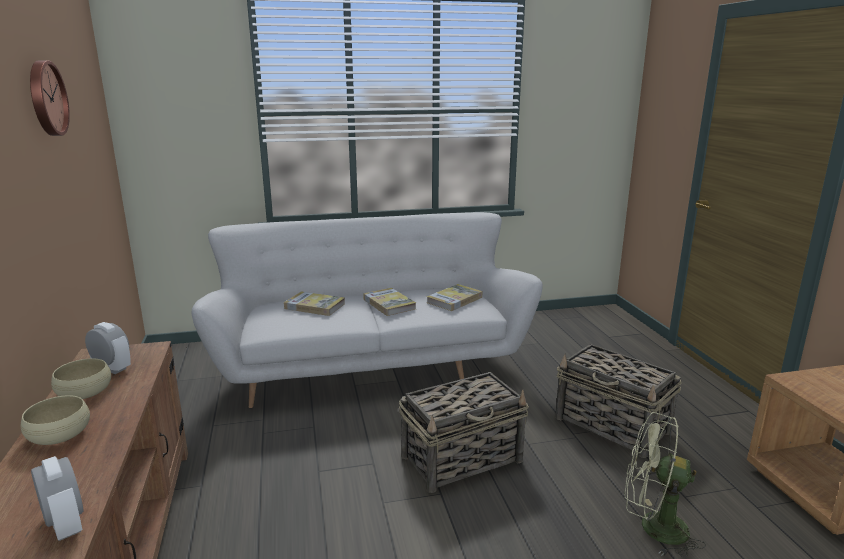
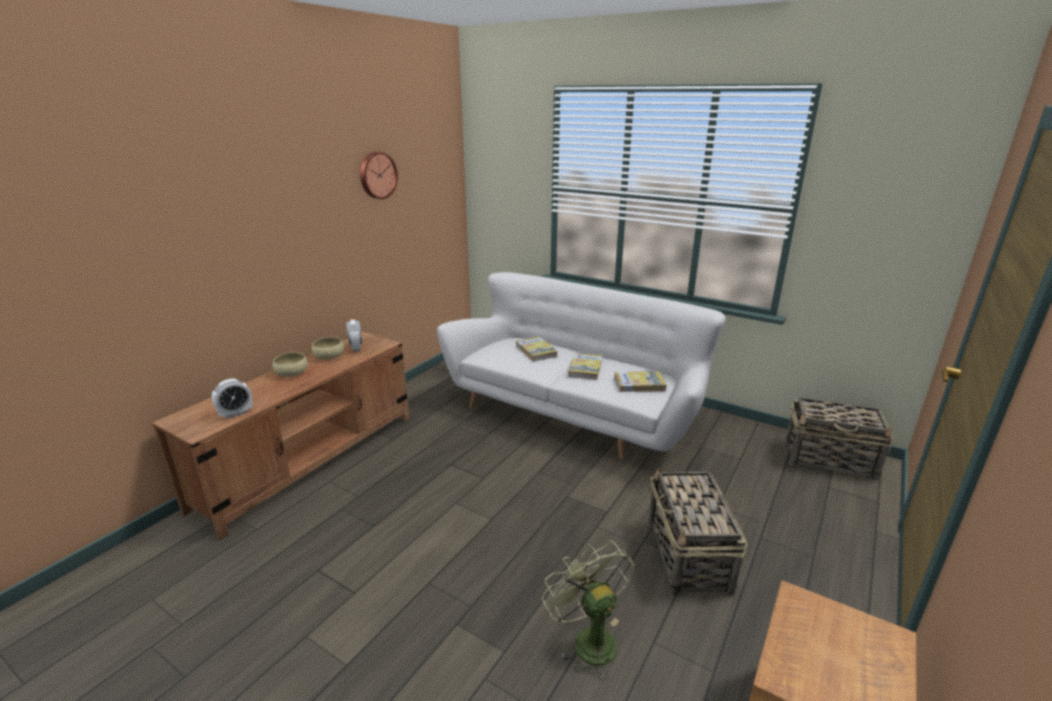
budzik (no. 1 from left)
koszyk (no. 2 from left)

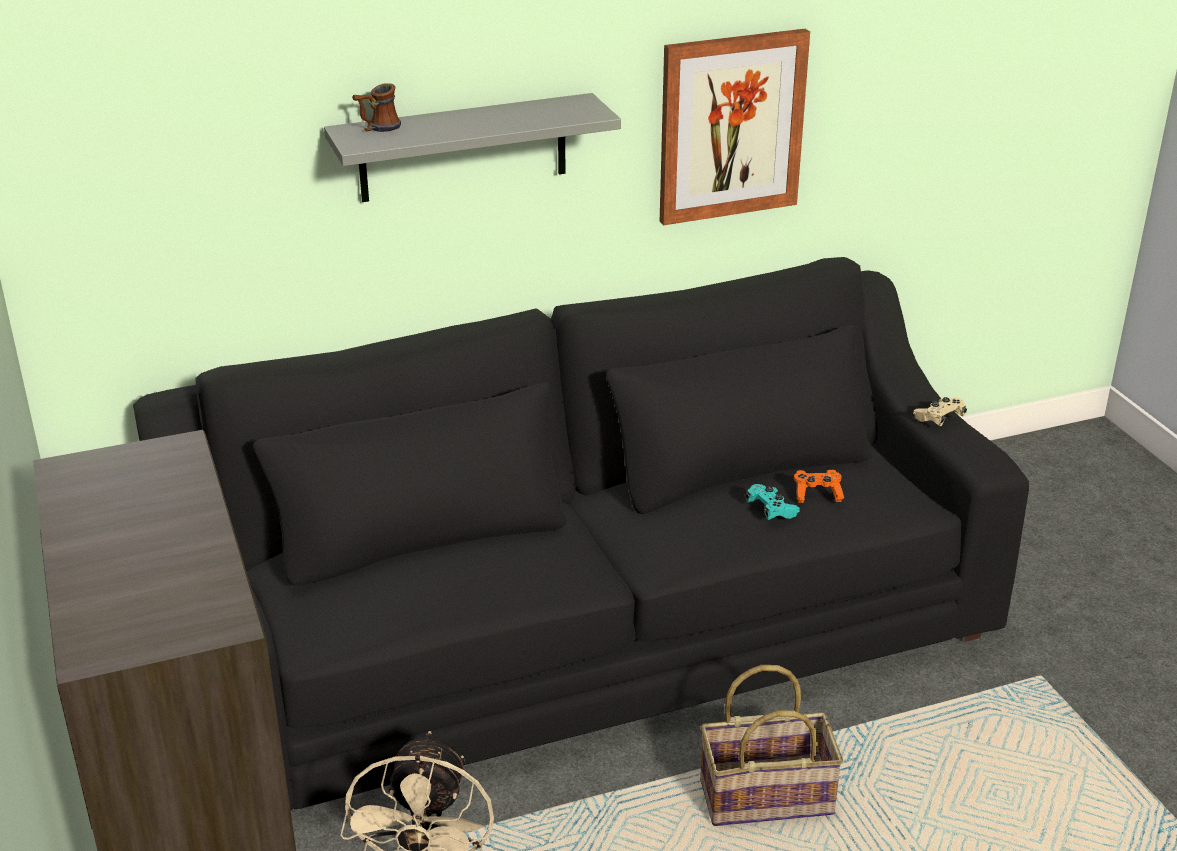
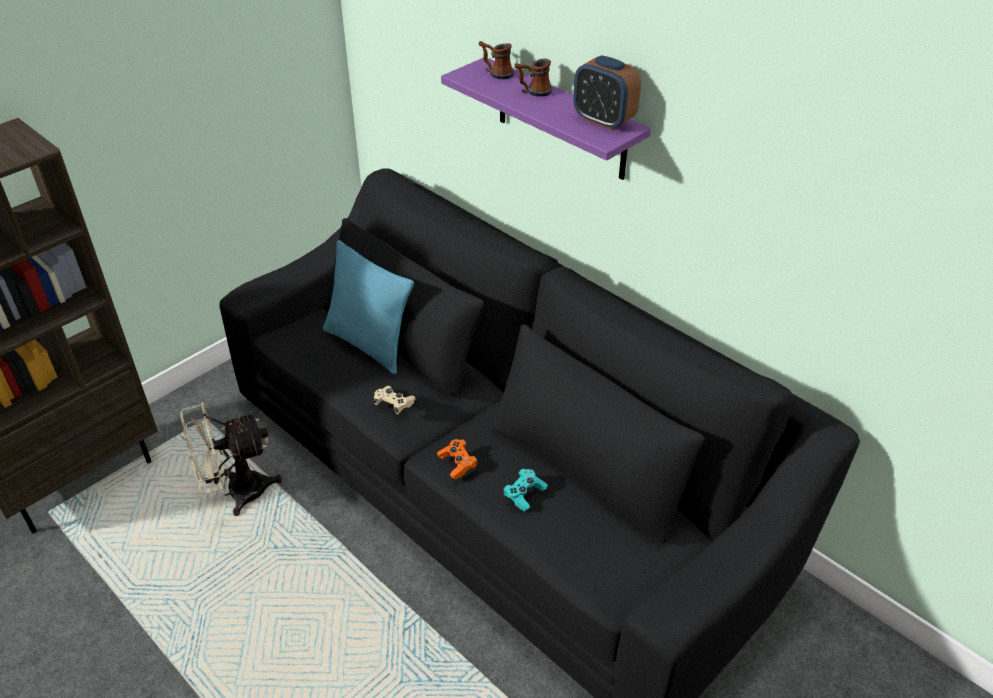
poduszka/turkusowy
pad do gier/beżowy
pad do gier/pomarańczowy
półka/fioletowy
kubek (no. 2 from left)
budzik
obraz
koszyk

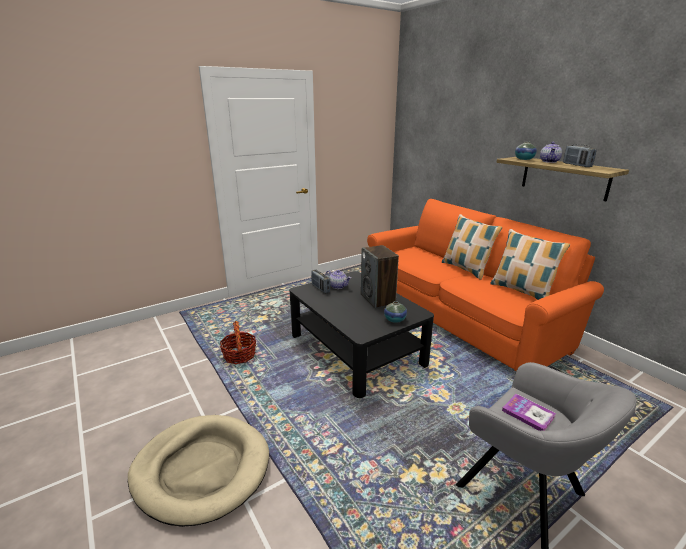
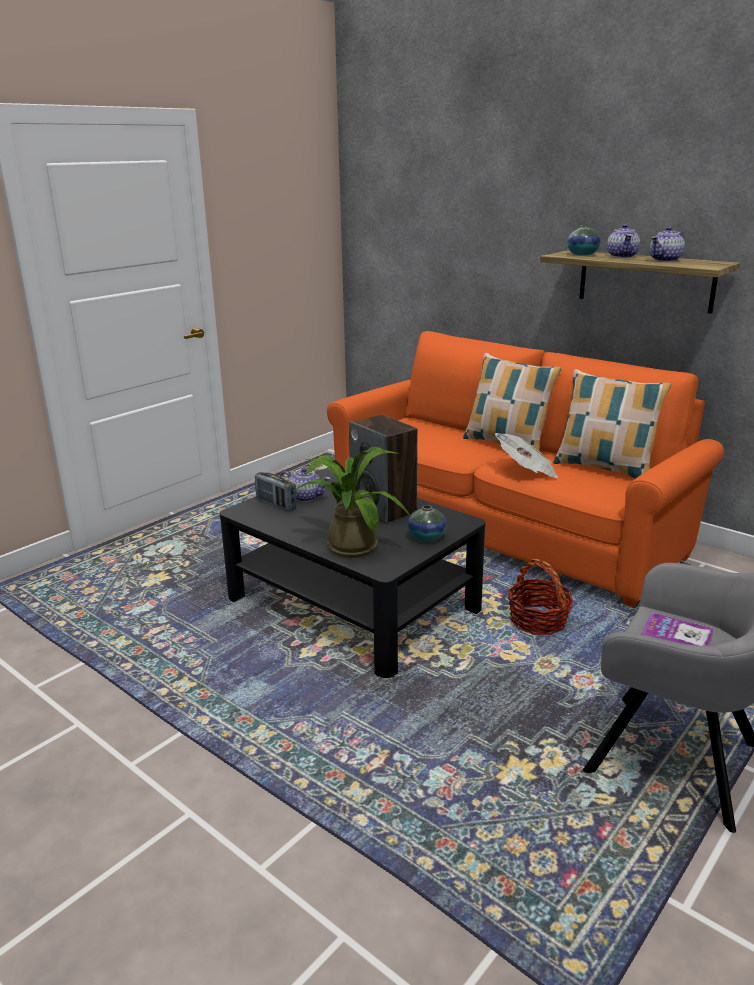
roślina doniczkowa
gazeta
koszyk
imbryk (no. 3 from left)
legowisko/beżowy

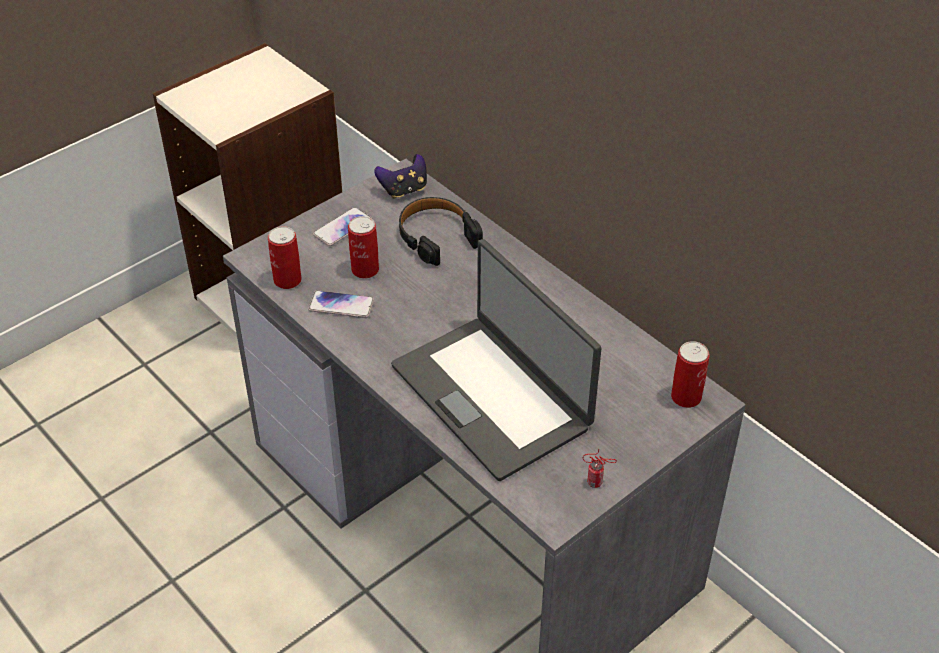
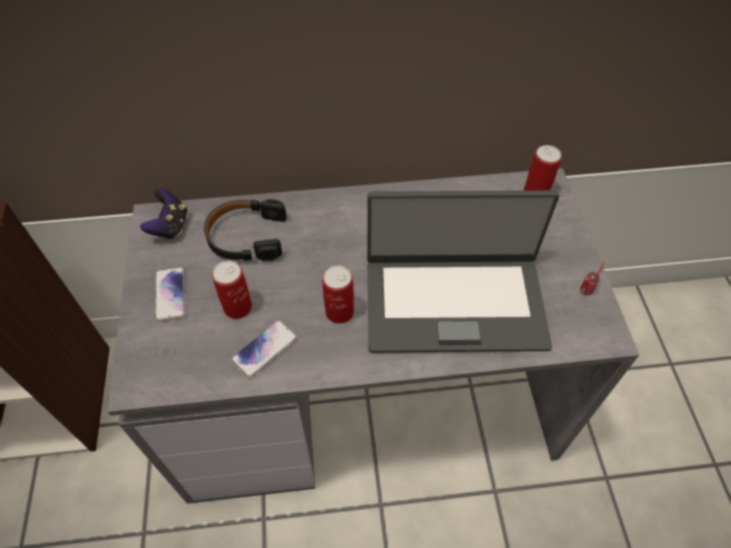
puszka (no. 2 from left)

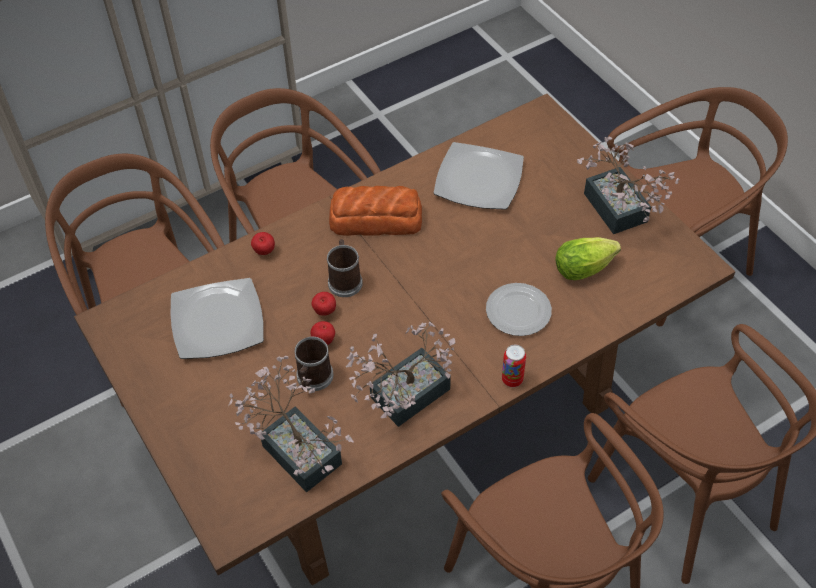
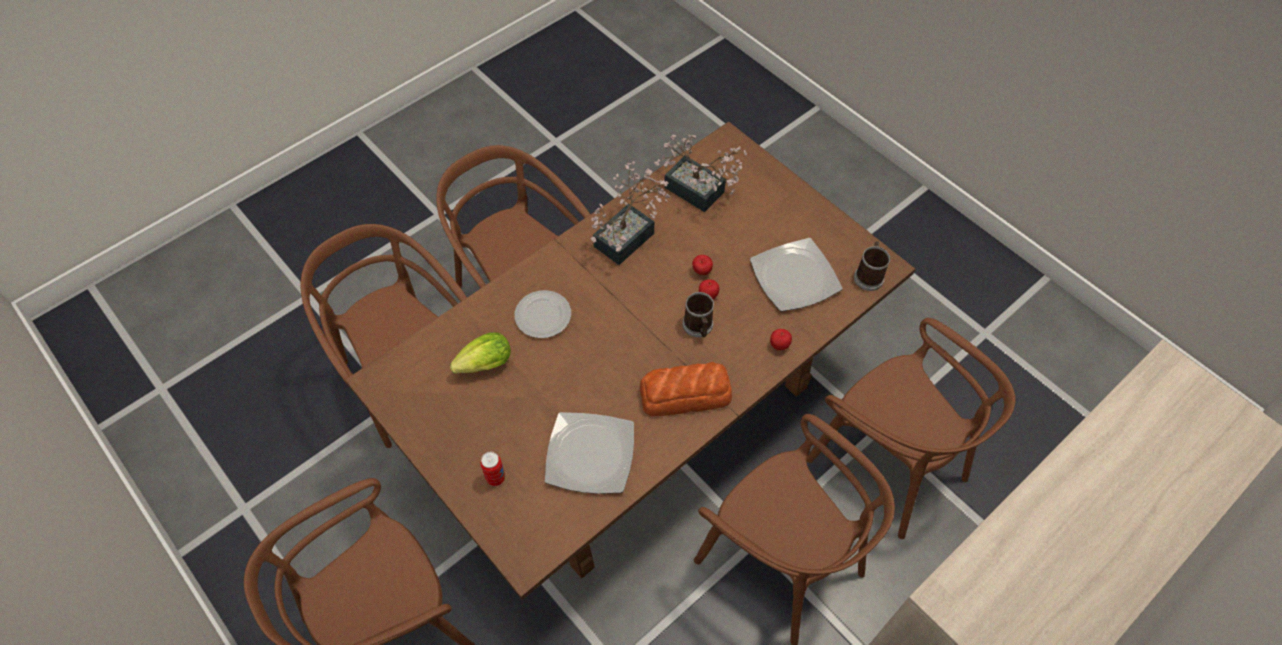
puszka
kubek (no. 2 from left)
roślina doniczkowa (no. 3 from left in the first image)

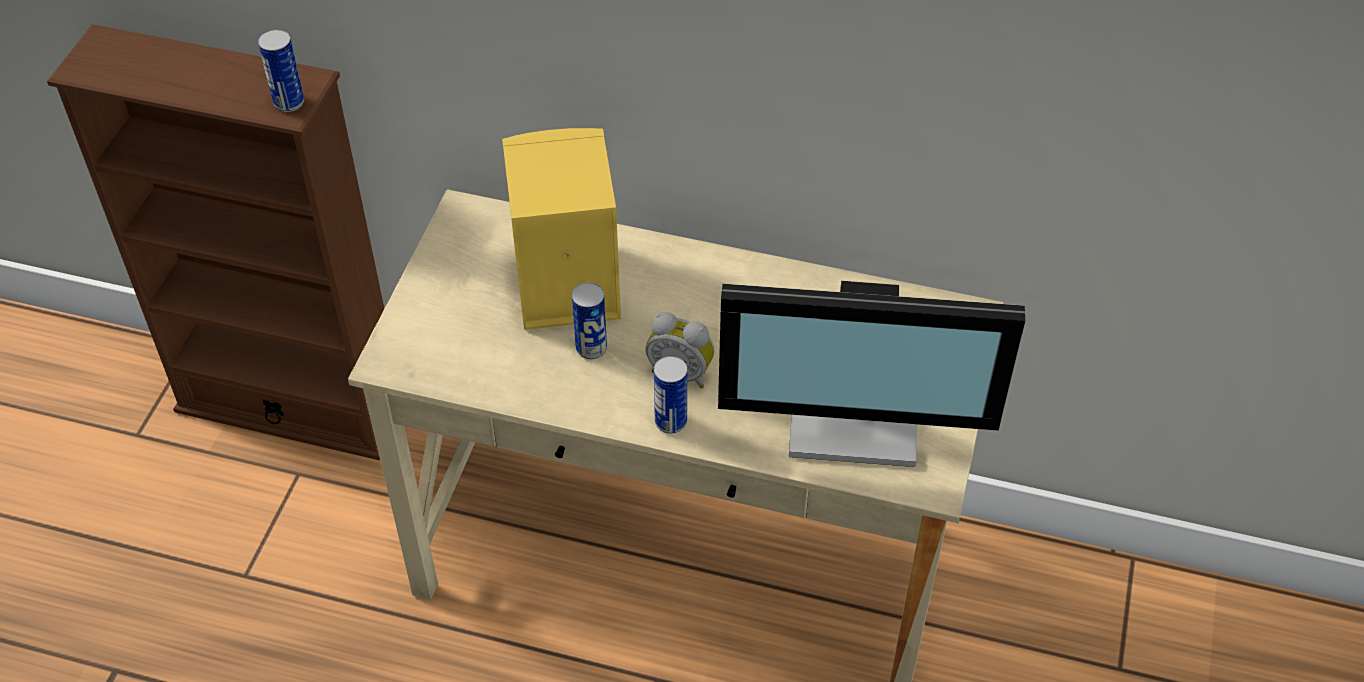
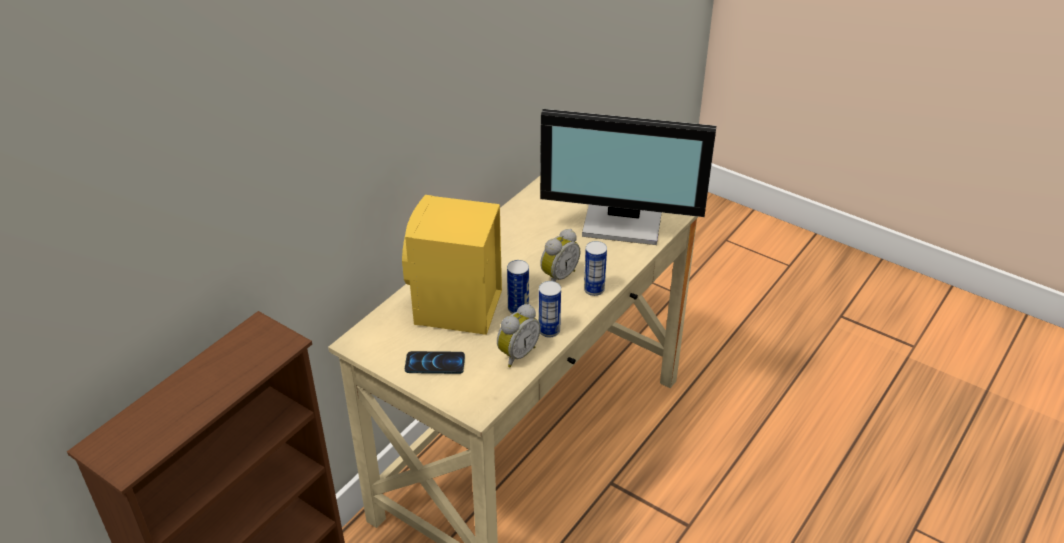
telefon
budzik (no. 1 from left)
puszka (no. 2 from left)
monitor

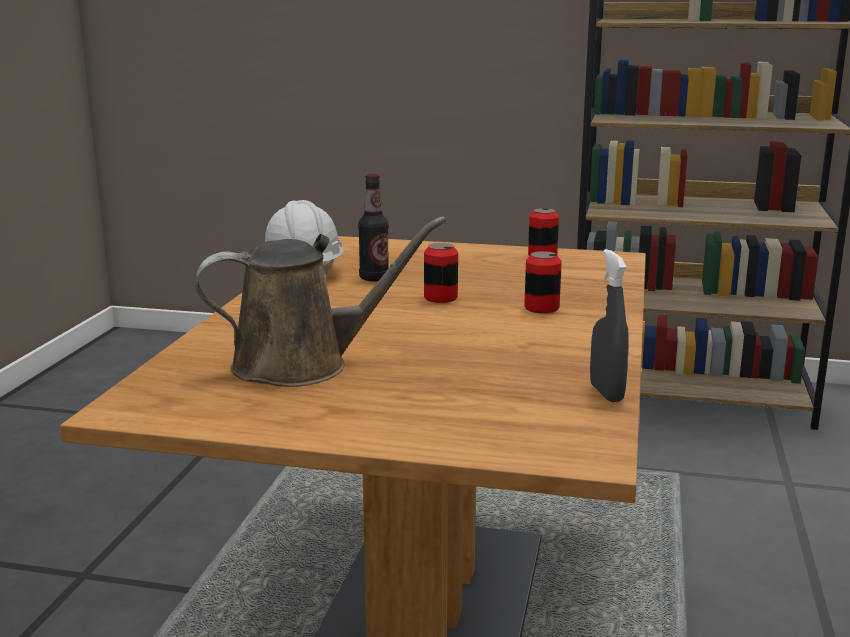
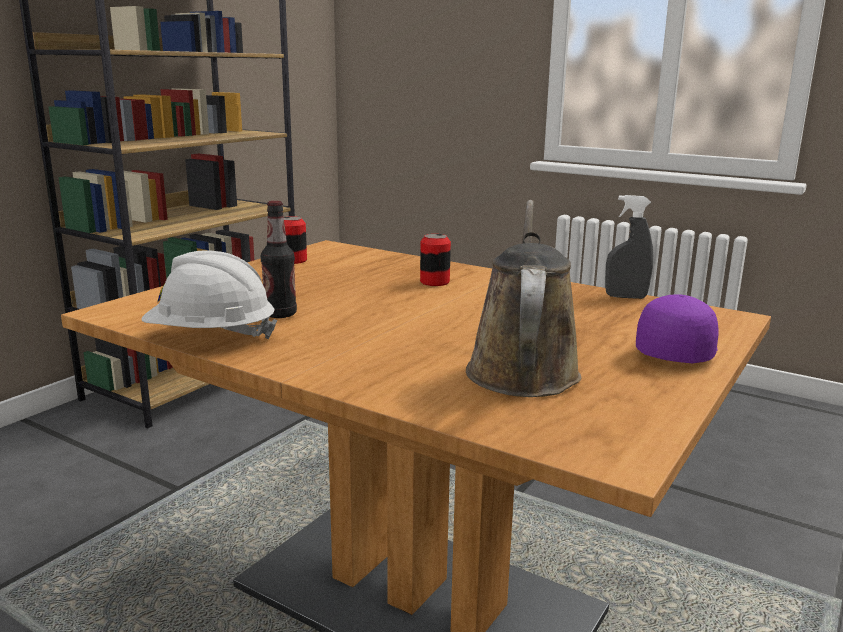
czapka z daszkiem/fioletowy
puszka (no. 1 from left in the first image)

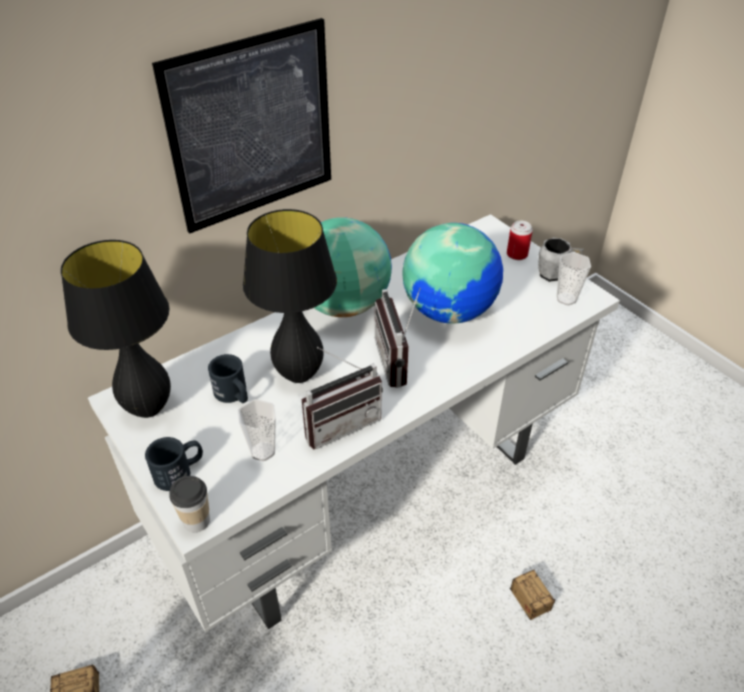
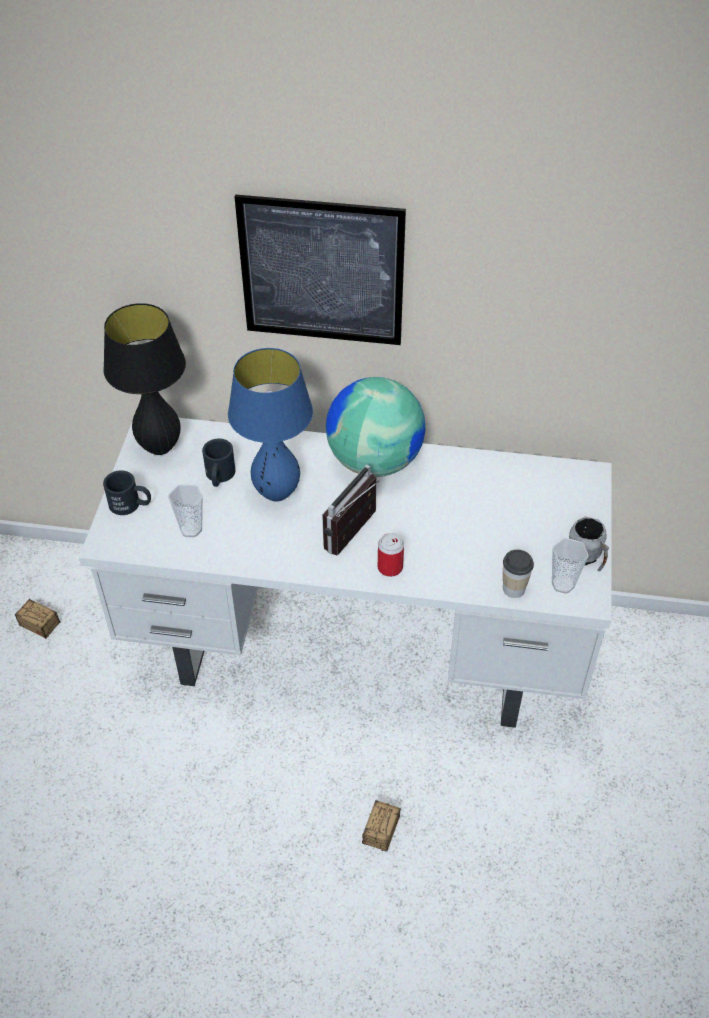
lampa stołowa/niebieski
puszka
filiżanka (no. 2 from left)
radio (no. 1 from left in the first image)
globus (no. 2 from left in the first image)

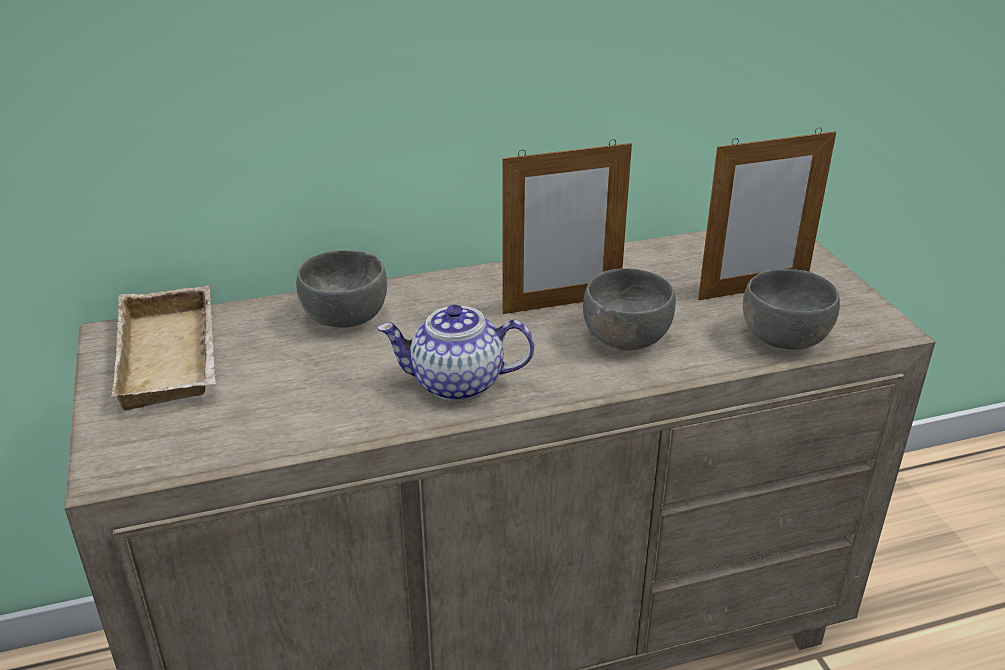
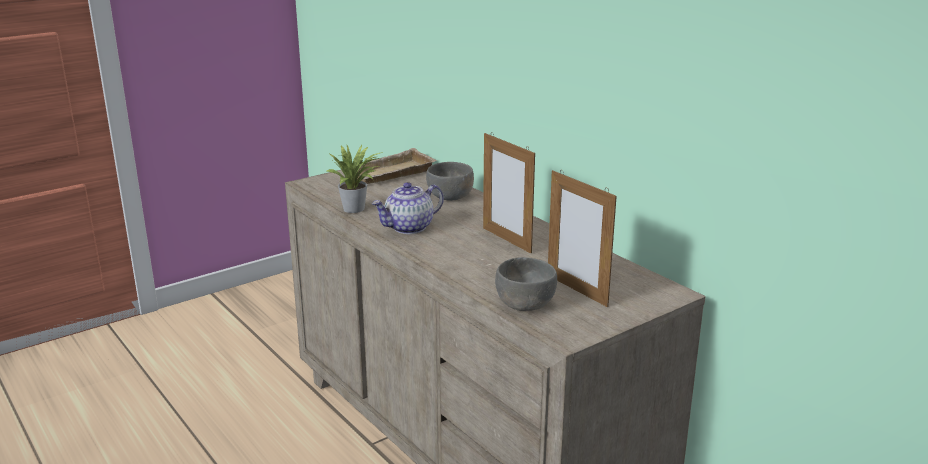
roślina doniczkowa
imbryk
miska/szary (no. 2 from left in the first image)

